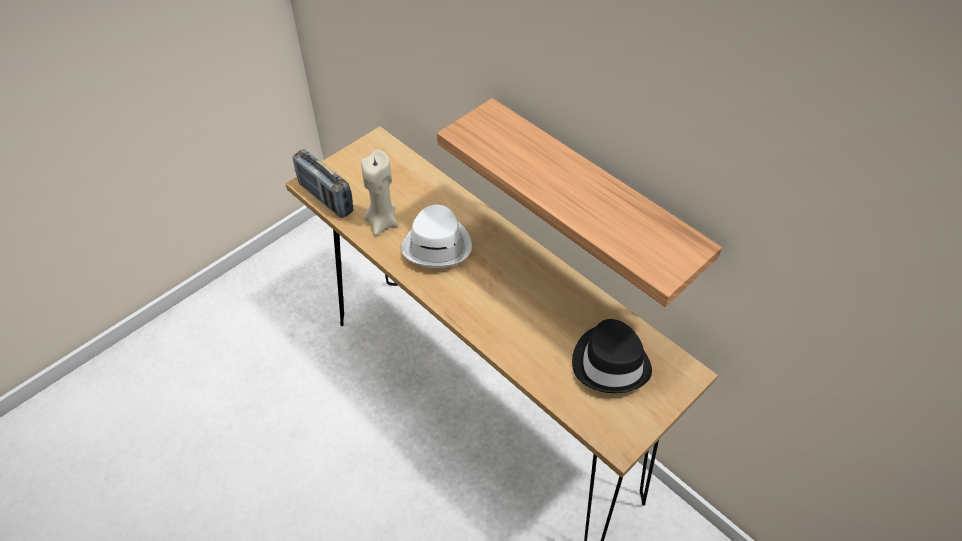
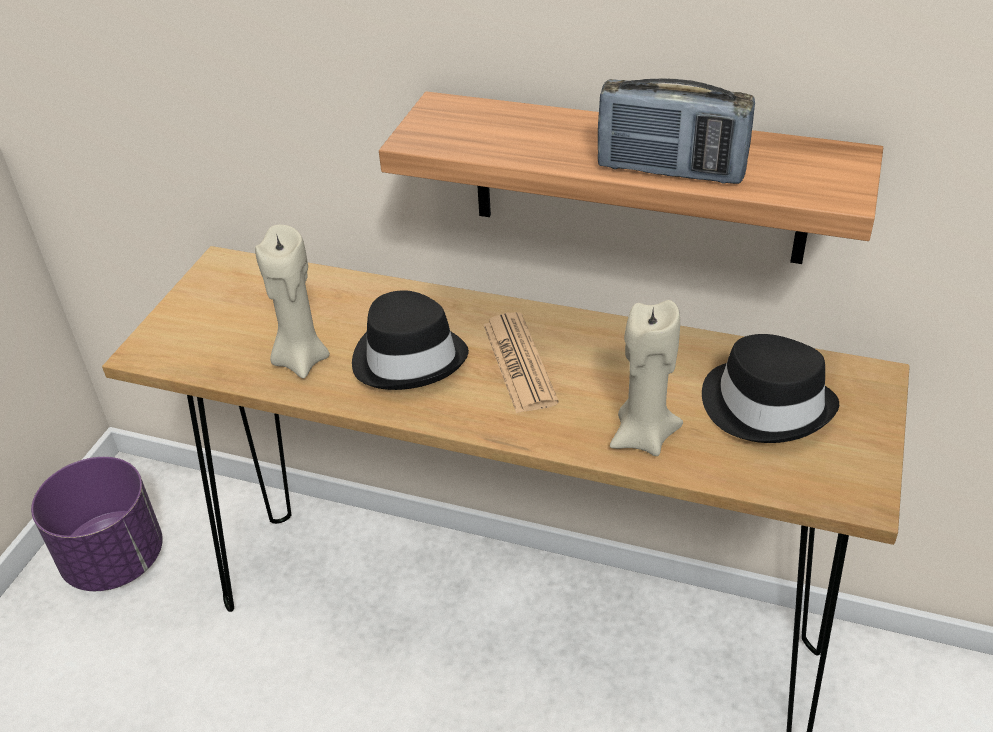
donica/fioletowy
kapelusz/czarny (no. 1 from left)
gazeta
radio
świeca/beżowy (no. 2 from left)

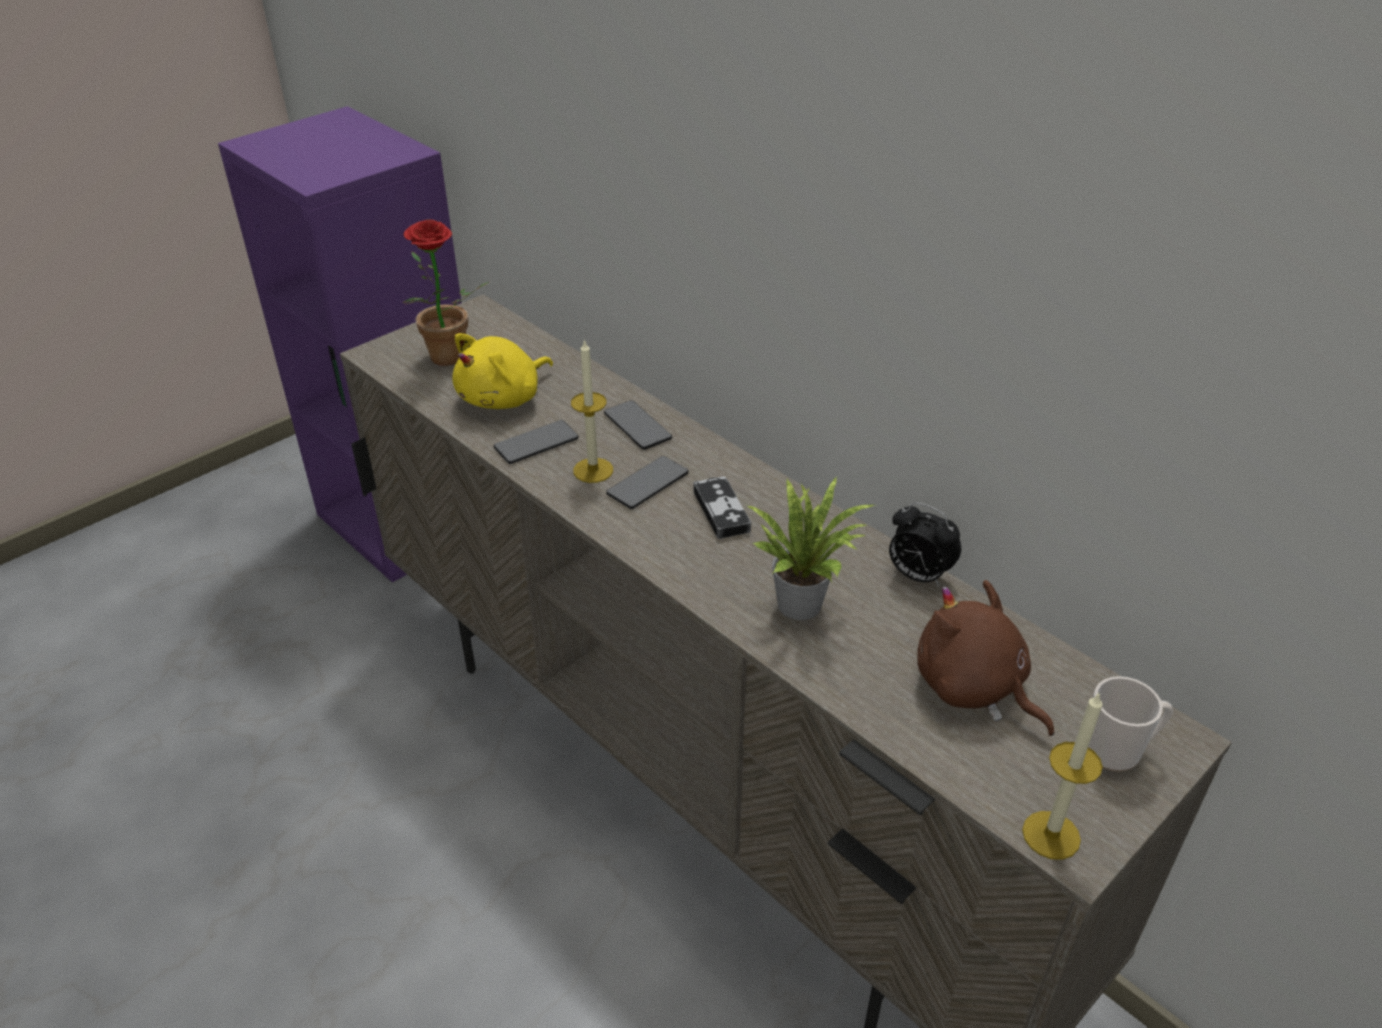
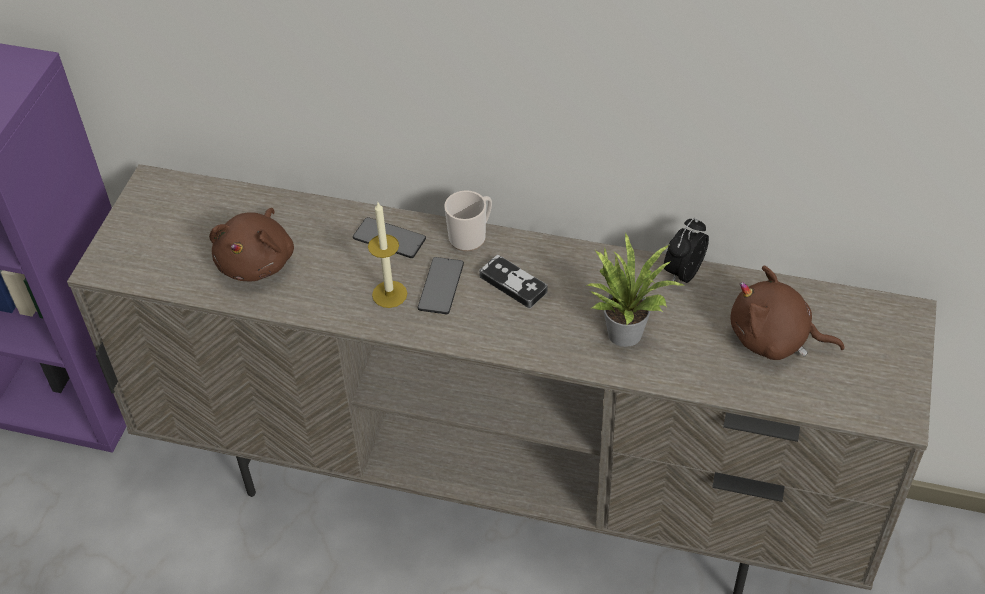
pluszak/brązowy (no. 1 from left)
kubek
budzik
roślina doniczkowa (no. 1 from left in the first image)
telefon (no. 1 from left in the first image)
świeca (no. 2 from left in the first image)

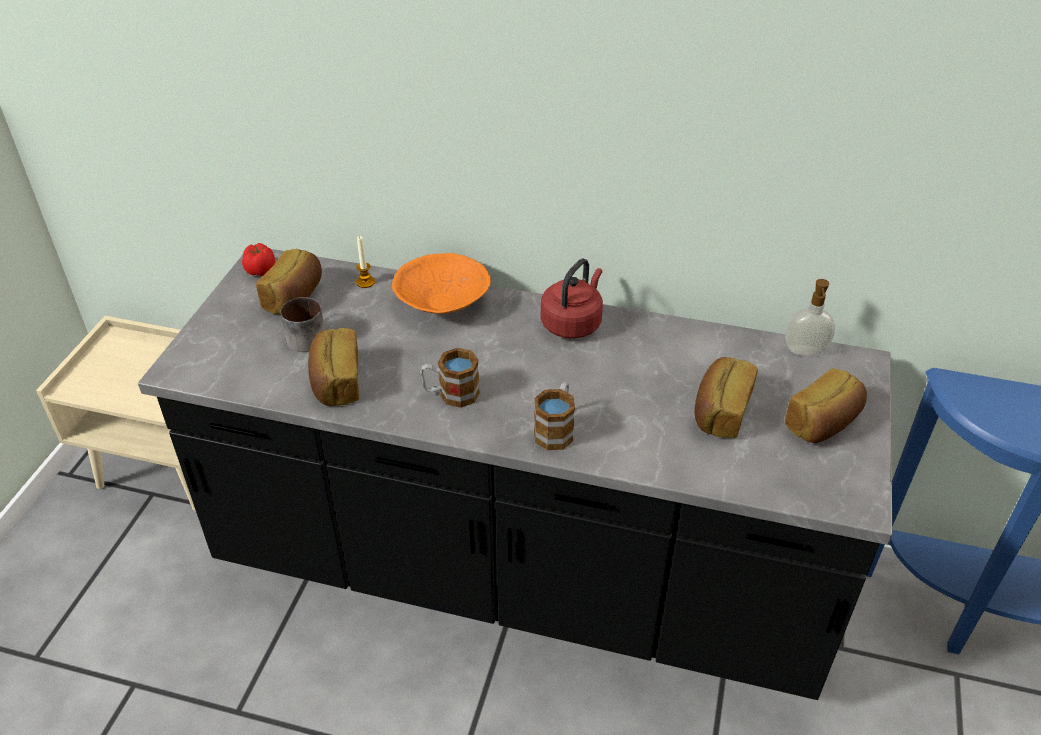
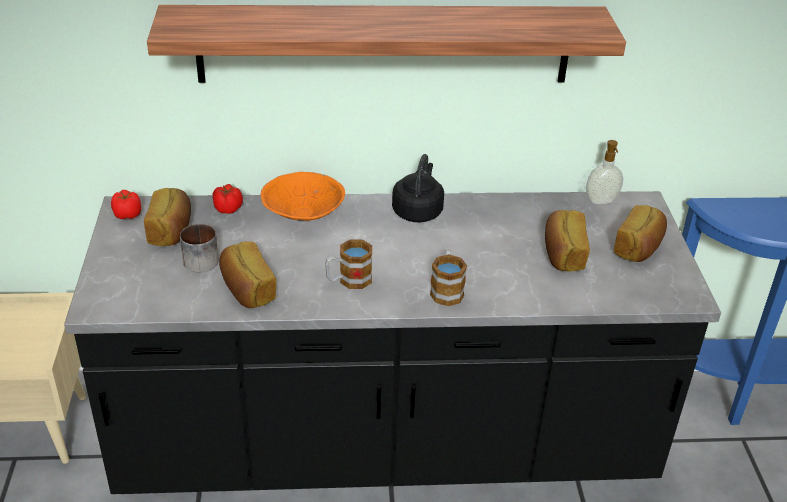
półka
pomidor (no. 2 from left)
czajnik/czarny

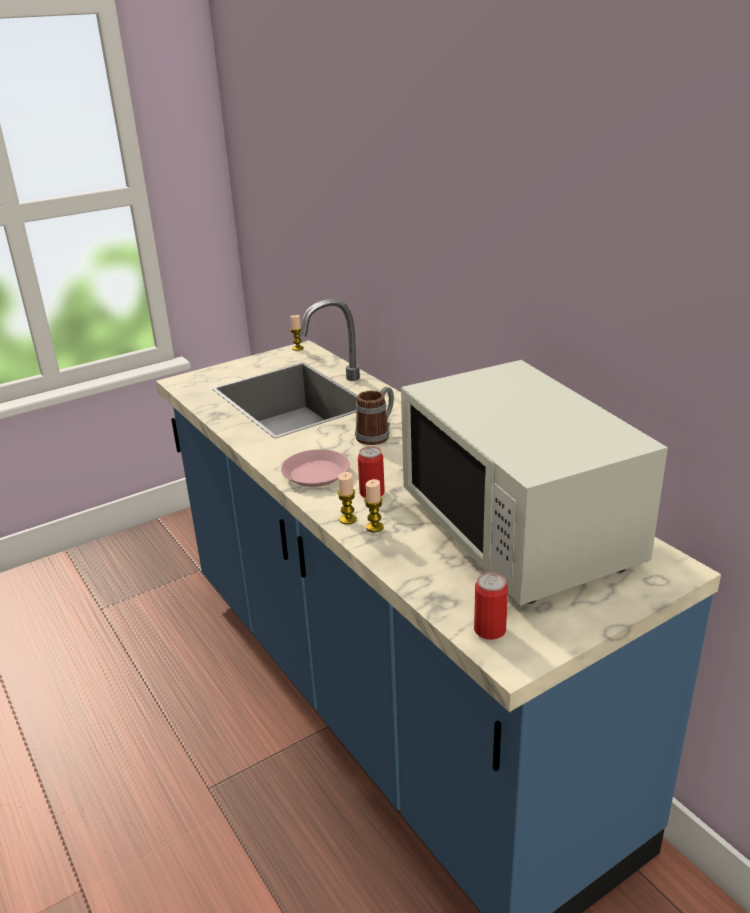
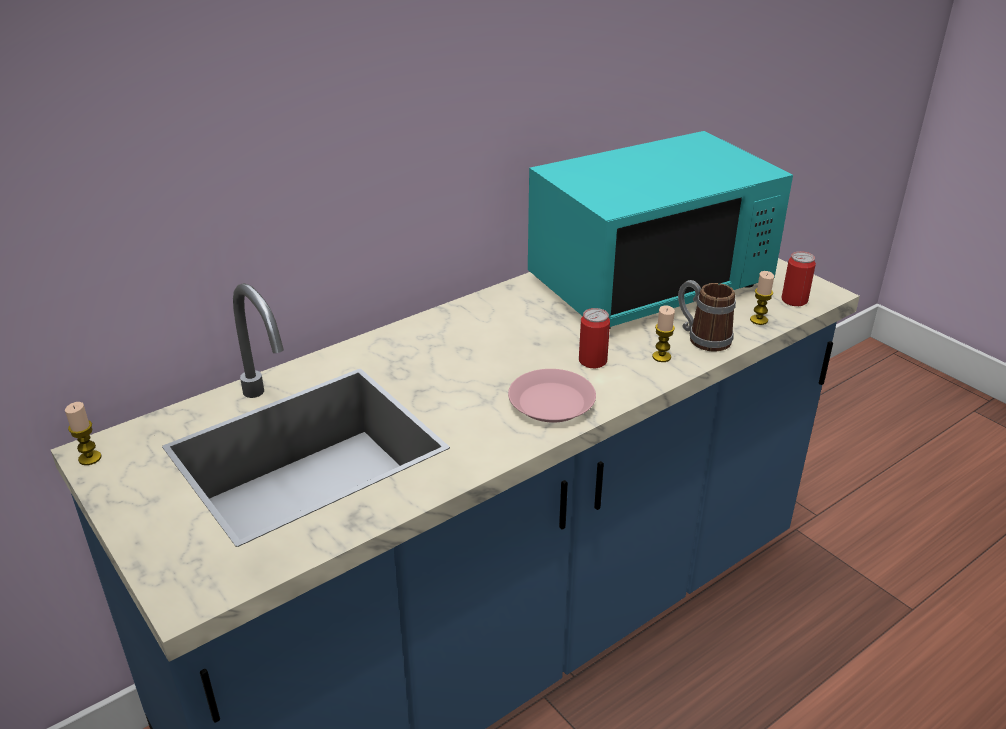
mikrofalówka/turkusowy
kubek
świeca (no. 3 from left)

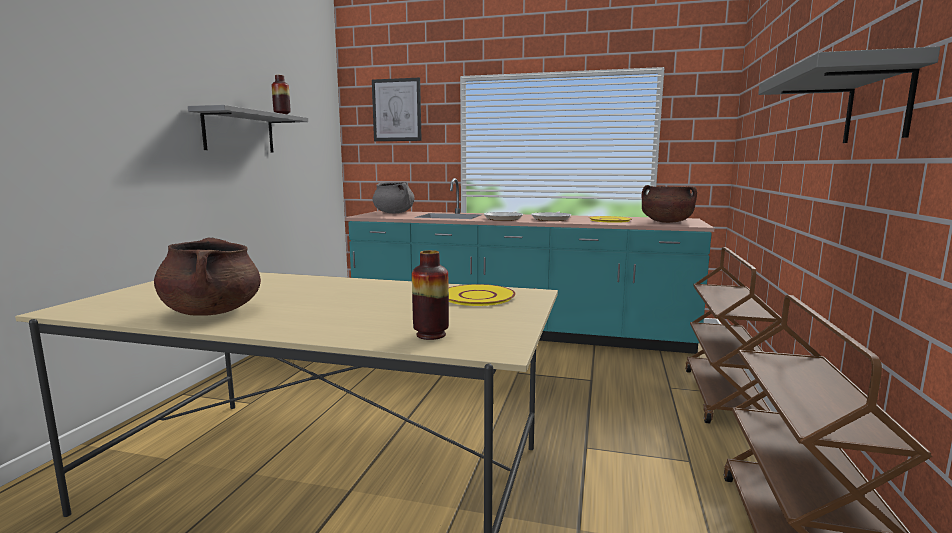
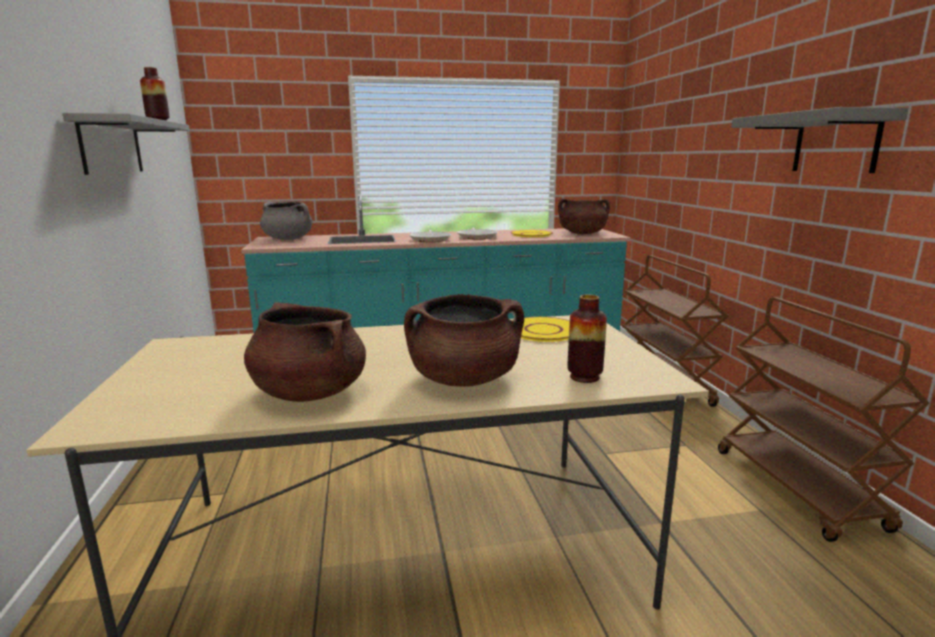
garnek/brązowy (no. 2 from left)
obraz

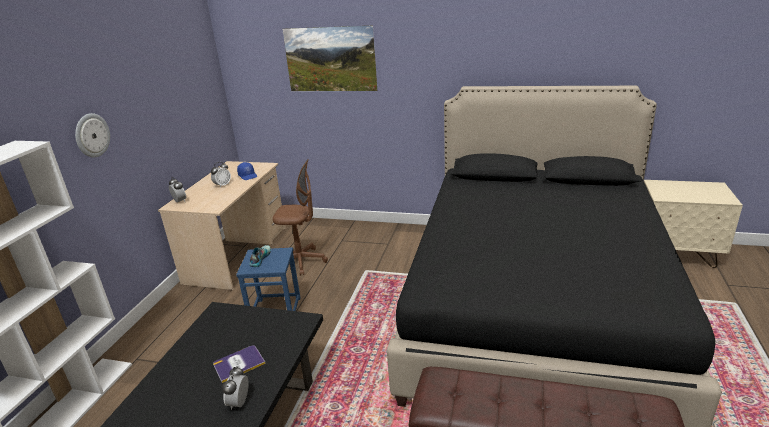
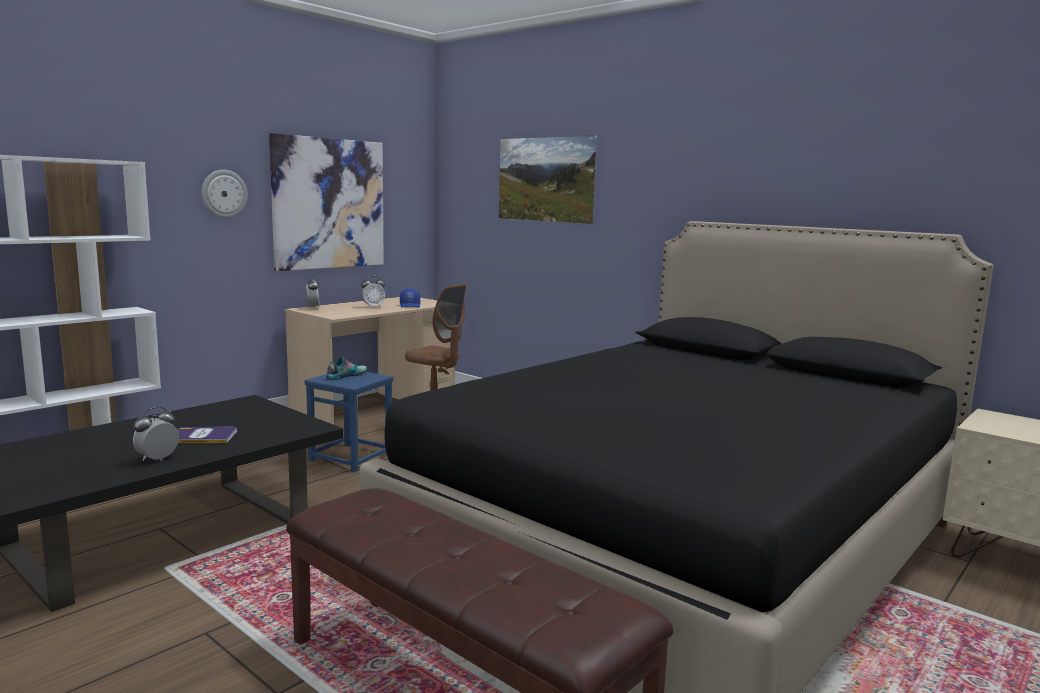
obraz (no. 1 from left)

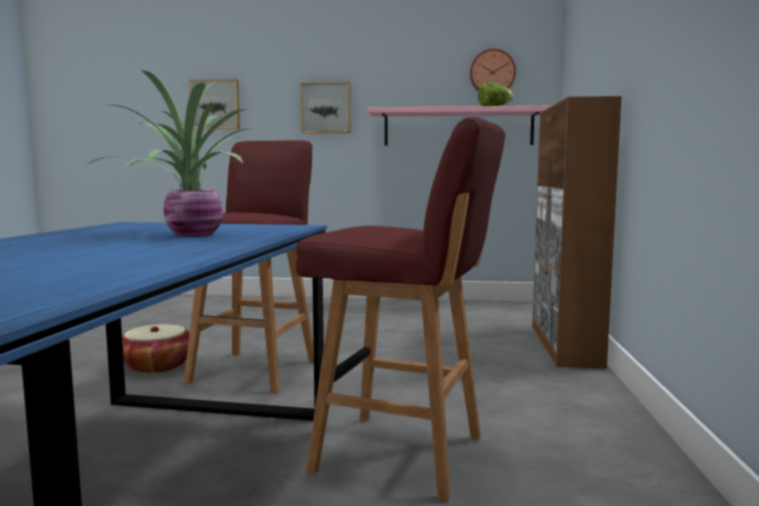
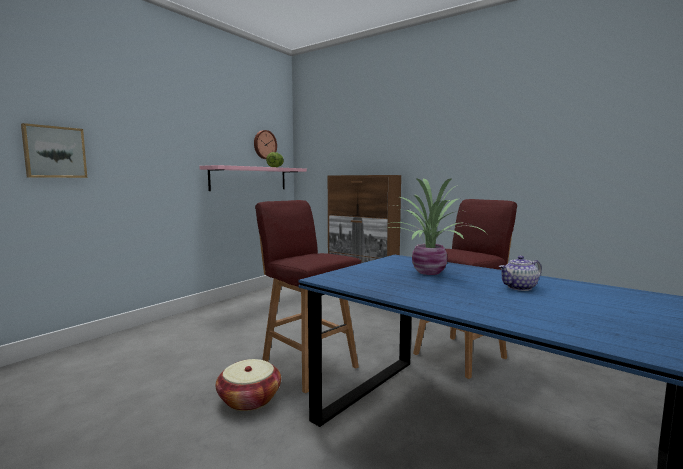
imbryk
obraz (no. 2 from left in the first image)

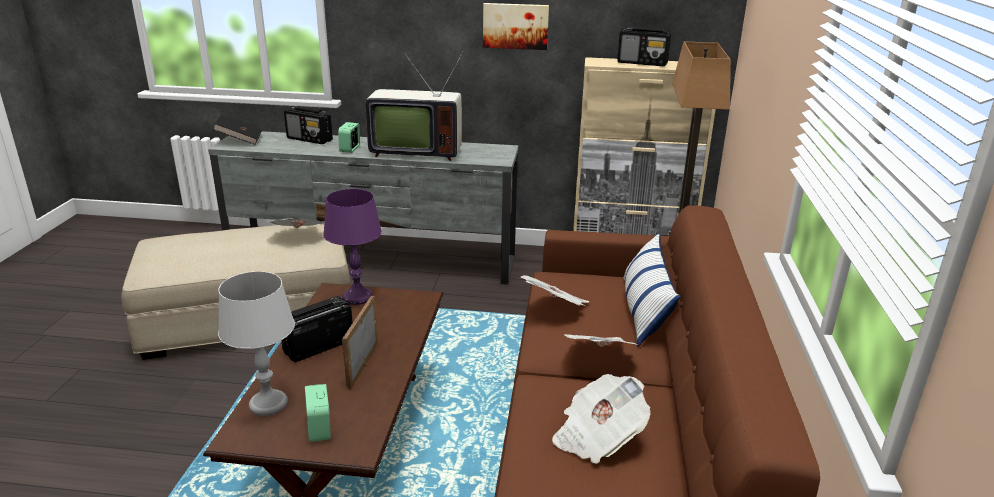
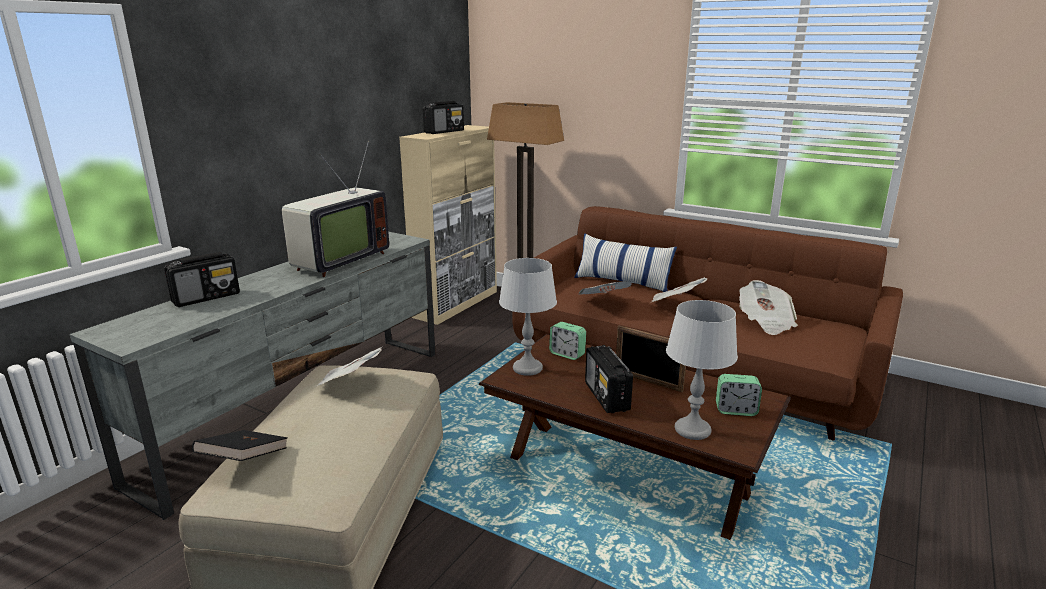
książka/czarny
lampa stołowa/szary (no. 1 from left)
budzik (no. 1 from left)
obraz

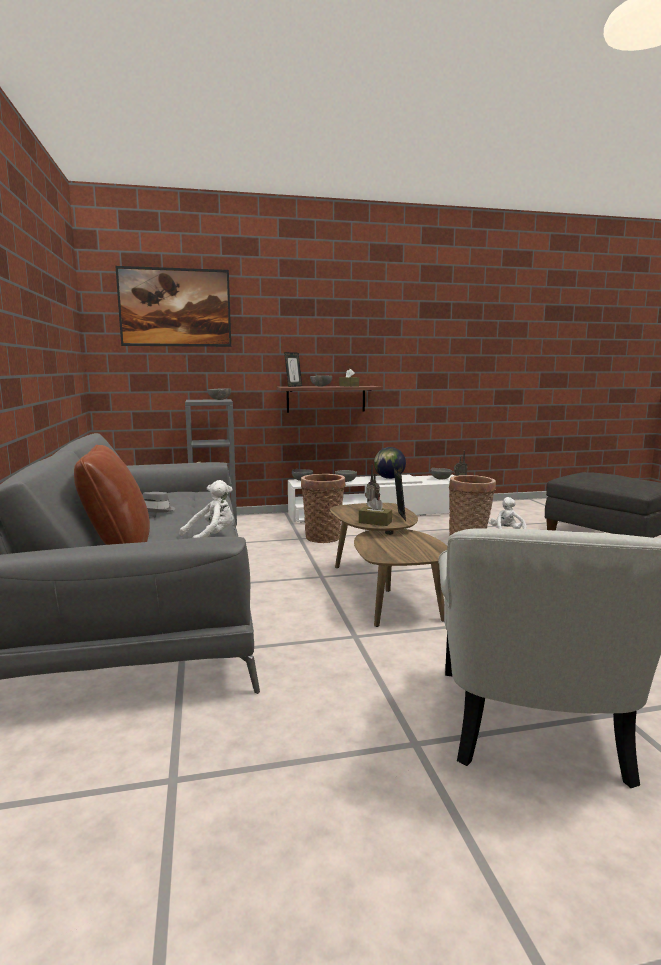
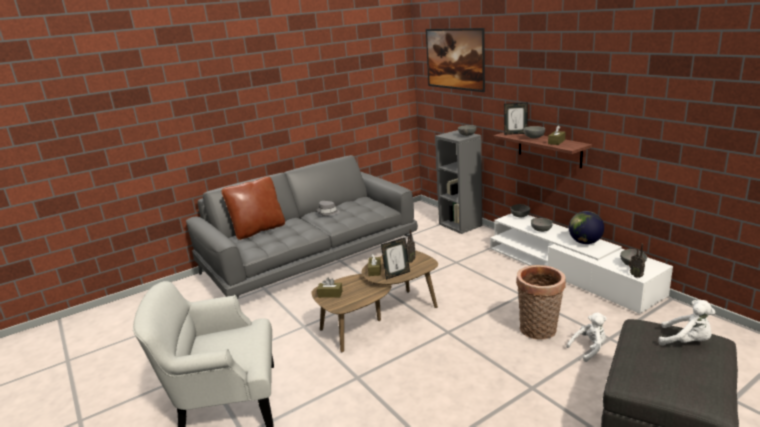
pudełko chusteczek/brązowy (no. 1 from left)
pluszak/biały (no. 2 from left)
koszyk (no. 1 from left in the first image)

